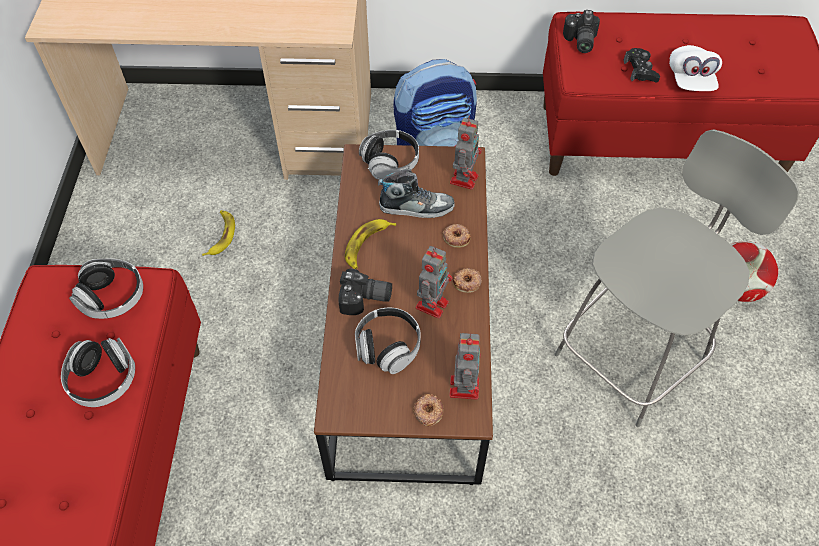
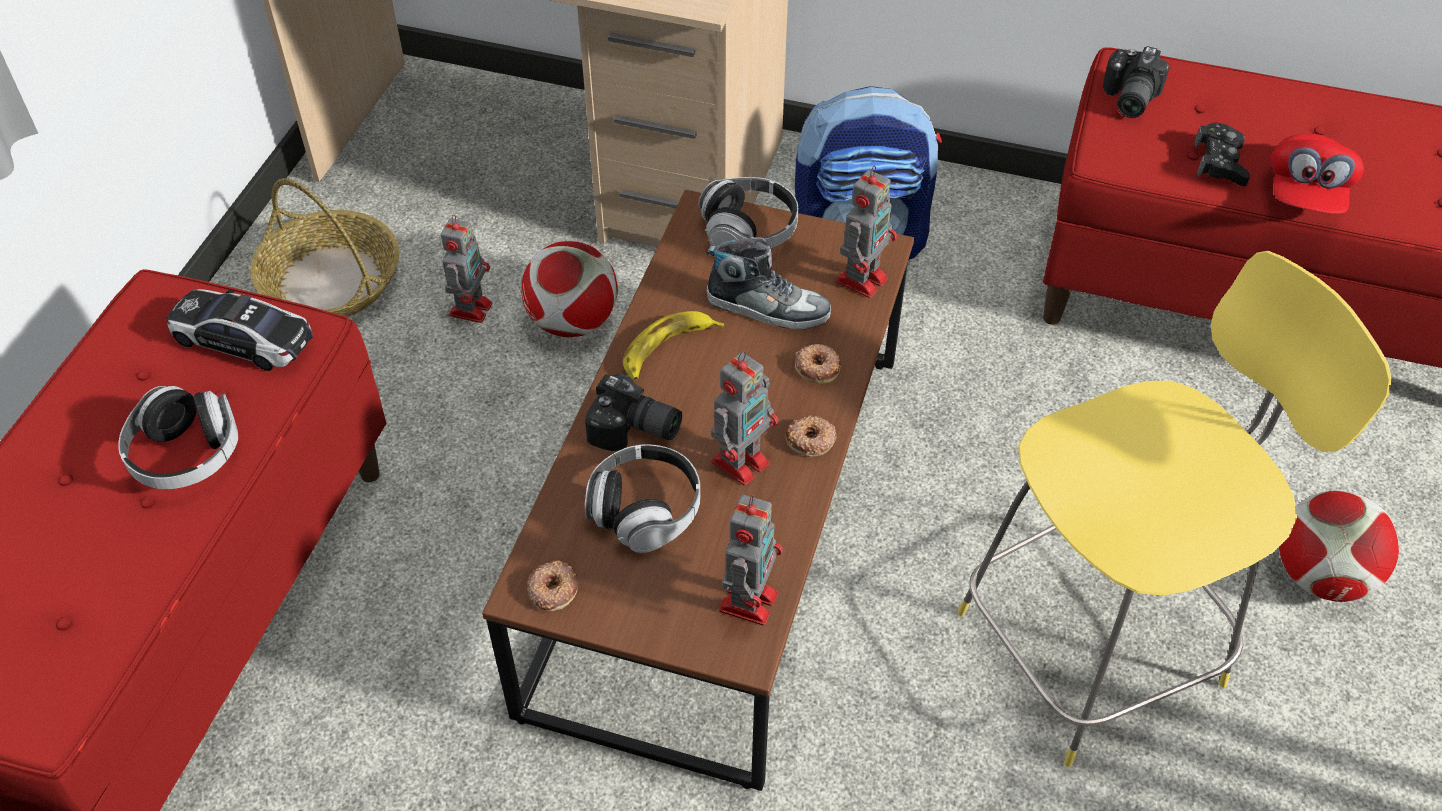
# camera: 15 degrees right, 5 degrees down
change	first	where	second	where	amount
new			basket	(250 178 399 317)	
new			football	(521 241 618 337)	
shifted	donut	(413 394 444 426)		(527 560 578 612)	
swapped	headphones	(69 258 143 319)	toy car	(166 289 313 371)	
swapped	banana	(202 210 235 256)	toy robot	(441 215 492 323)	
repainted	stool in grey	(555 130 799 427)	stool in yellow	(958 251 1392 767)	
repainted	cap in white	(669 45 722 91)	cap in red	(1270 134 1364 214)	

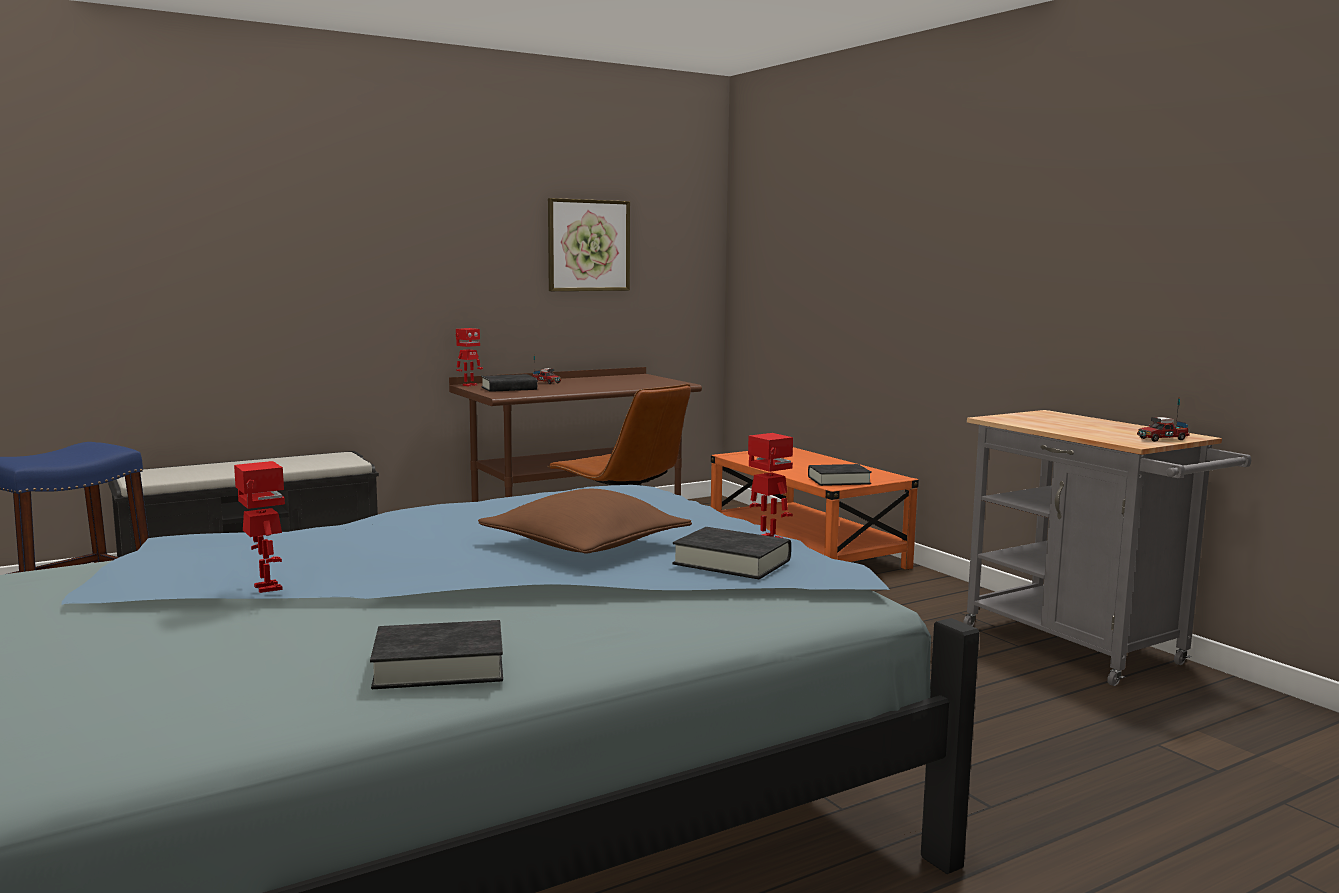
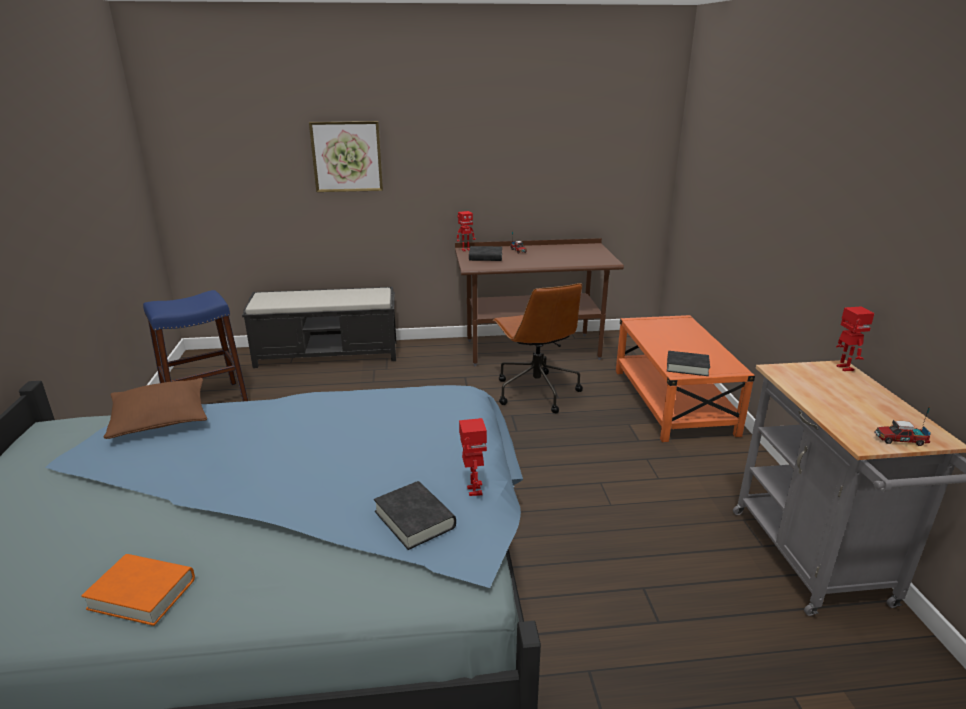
# camera: 25 degrees right, 15 degrees up
change	first	where	second	where	amount
shifted	toy robot	(234 461 285 593)		(836 307 875 371)	
shifted	pillow in brown	(478 489 692 554)		(104 378 207 439)	
shifted	picture	(548 198 630 291)		(309 121 383 192)	
repainted	book in black	(370 620 503 689)	book in orange	(81 554 195 626)	

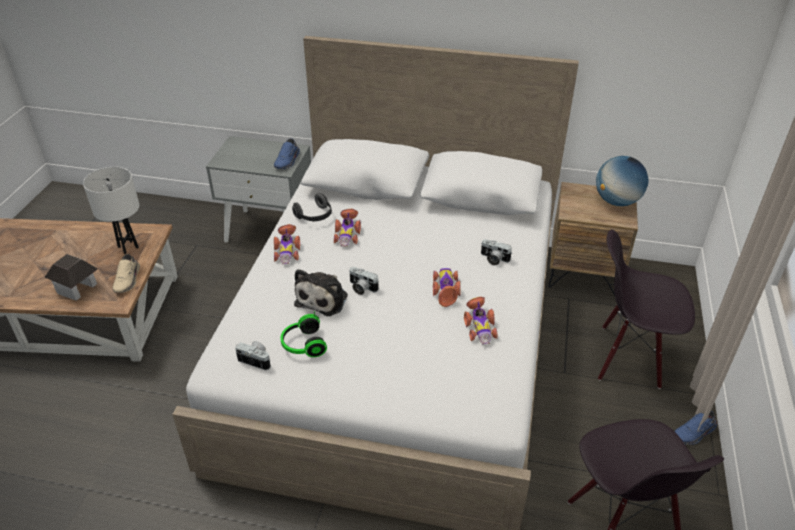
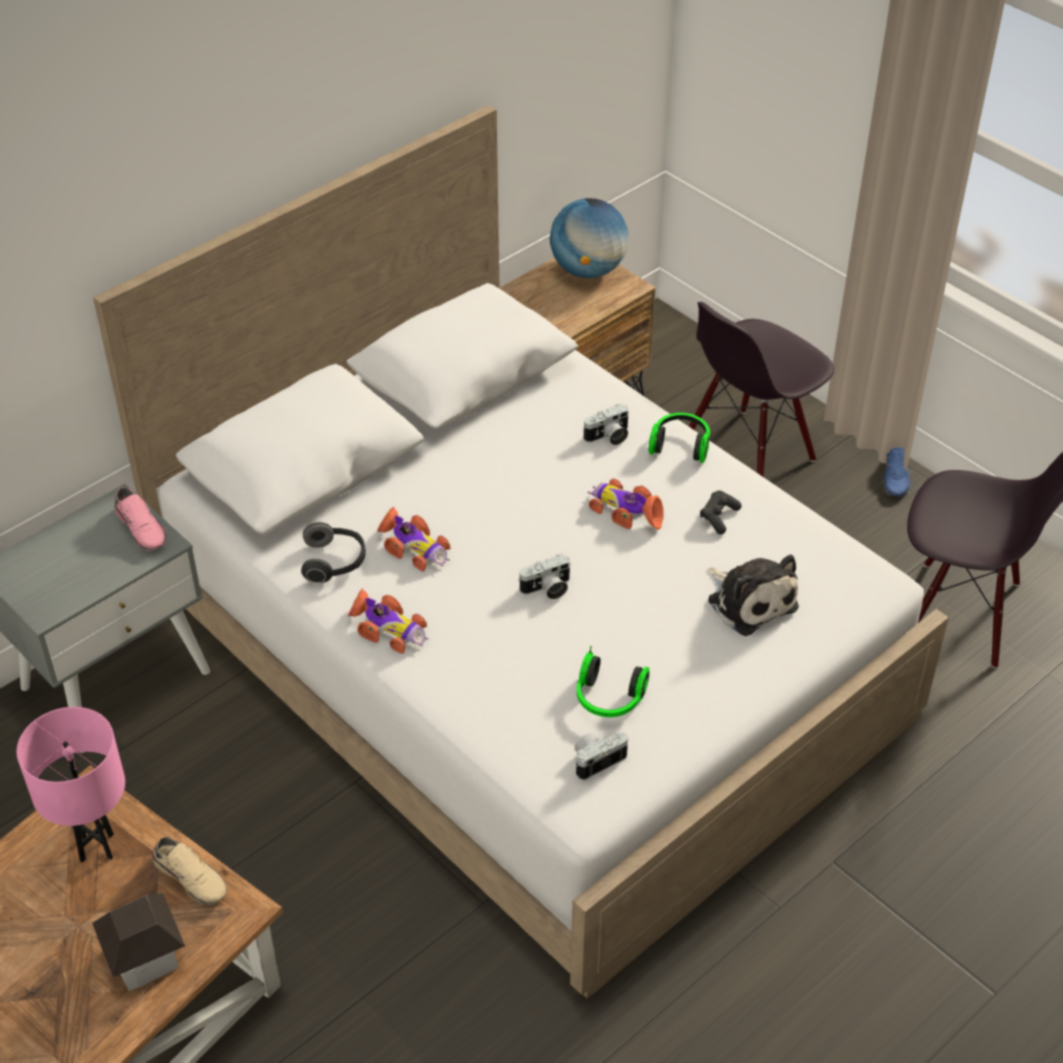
# camera: 55 degrees left, 5 degrees up
change	first	where	second	where	amount
new			headphones	(649 413 710 463)	
shifted	plush toy	(294 269 348 316)		(707 555 799 636)	
swapped	toy car	(464 296 498 345)	game controller in black	(700 490 741 534)	
repainted	table lamp in white	(83 167 139 254)	table lamp in pink	(17 707 125 863)	
repainted	shoe in blue	(274 138 300 169)	shoe in pink	(115 487 167 551)	

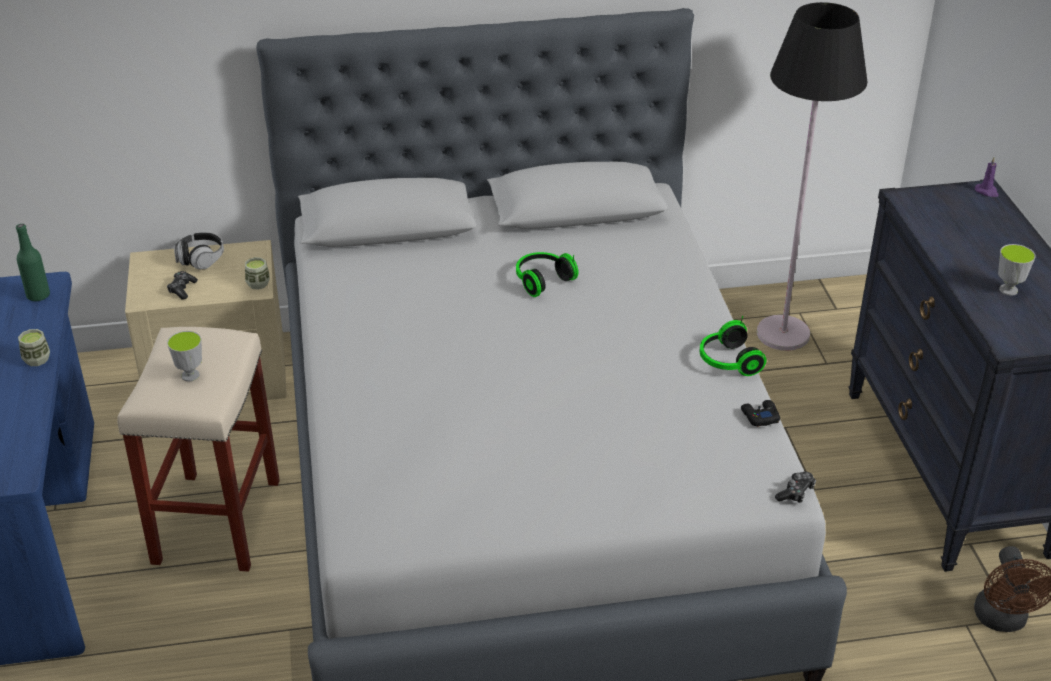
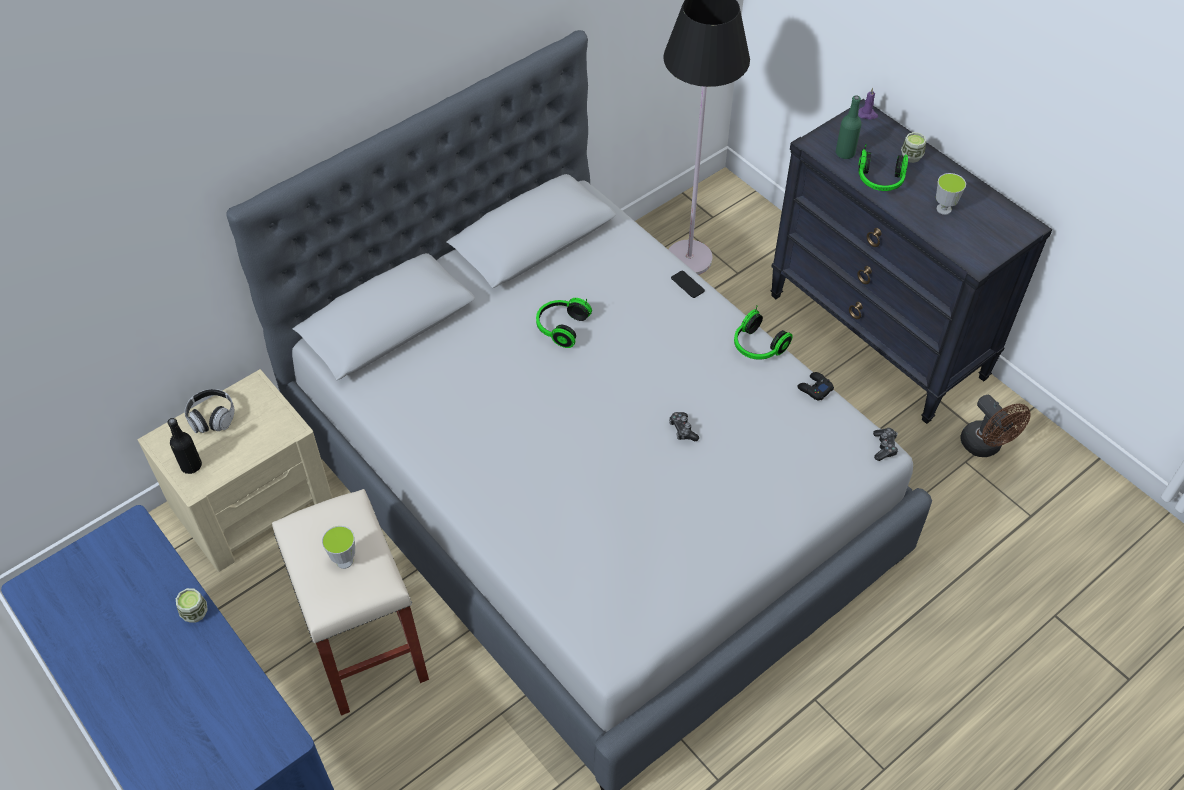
# camera: 30 degrees left, 15 degrees up
change	first	where	second	where	amount
new			bottle in black	(168 418 202 474)	
new			phone	(671 270 705 298)	
new			headphones	(858 144 908 191)	
shifted	bottle in green	(16 224 50 301)		(836 95 862 159)	
shifted	game controller	(167 271 198 299)		(669 412 699 441)	
shifted	cup	(245 257 270 290)		(901 132 926 163)	

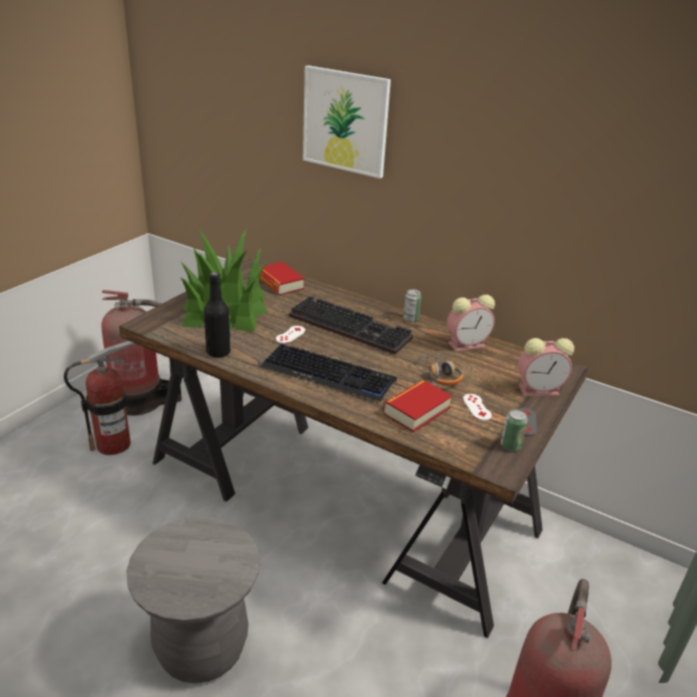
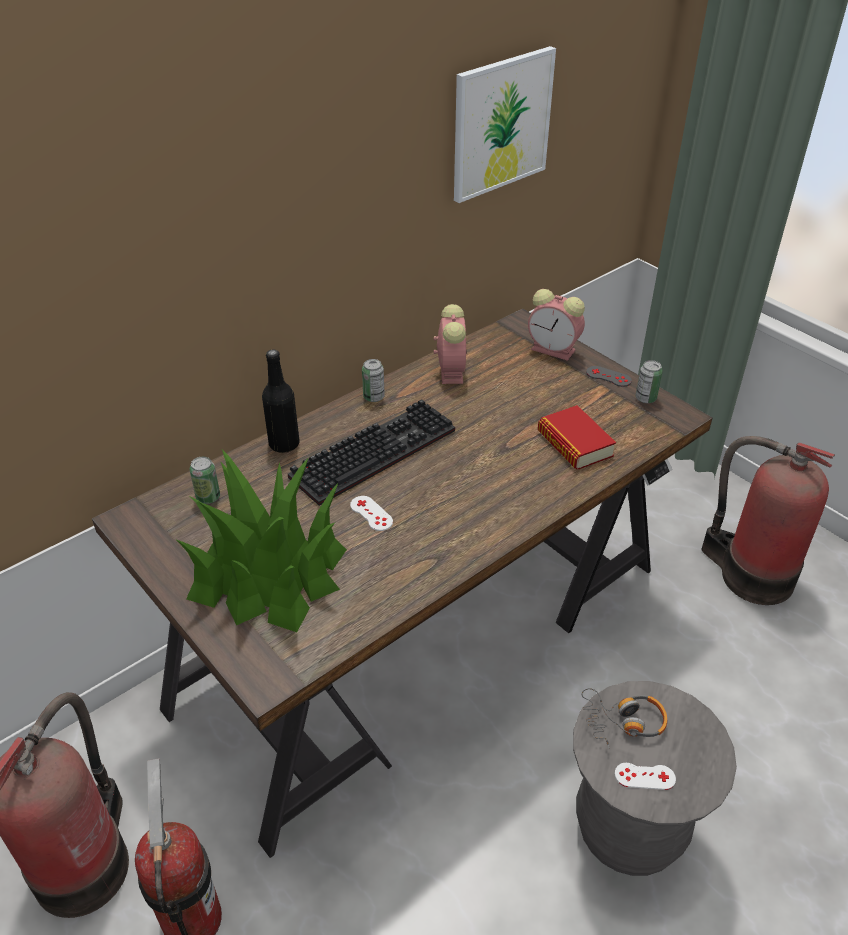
# camera: 70 degrees left, 10 degrees up
change	first	where	second	where	amount
gone	keyboard	(261 343 397 402)			
shifted	bottle in black	(204 272 231 358)		(262 349 299 453)	
shifted	picture	(303 66 391 178)		(454 46 556 203)	
shifted	headphones	(411 350 464 385)		(582 688 667 748)	
shifted	game controller in white	(463 394 492 421)		(615 763 676 790)	
swapped	book	(258 262 305 295)	can	(190 457 220 504)	
rotated	alarm clock	(518 338 574 396)		(528 289 585 361)	105 degrees clockwise

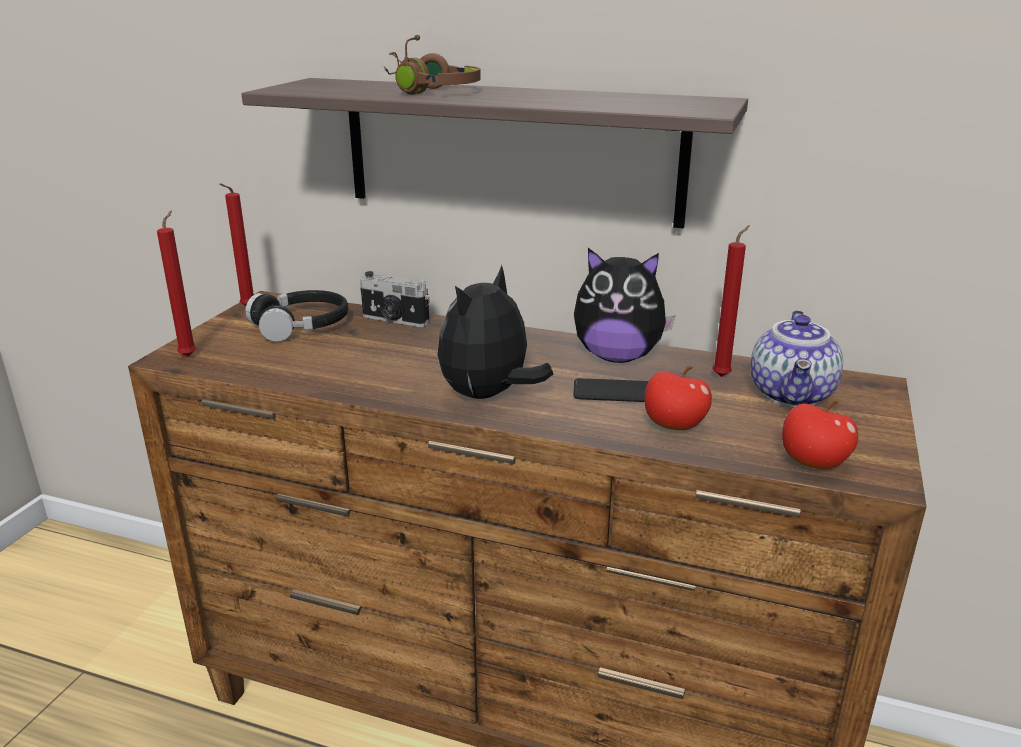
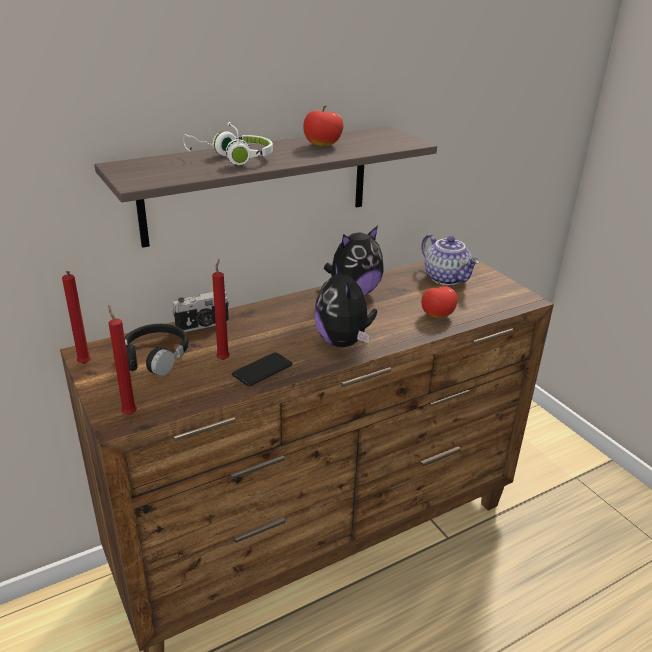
# camera: 50 degrees left, 5 degrees up
change	first	where	second	where	amount
shifted	phone	(573 378 649 402)		(232 352 293 386)	
shifted	candle in red	(713 225 750 377)		(212 259 230 360)	
shifted	apple	(782 400 858 469)		(303 105 343 146)	
repainted	headphones in brown	(384 35 481 95)	headphones in white	(183 122 273 165)	

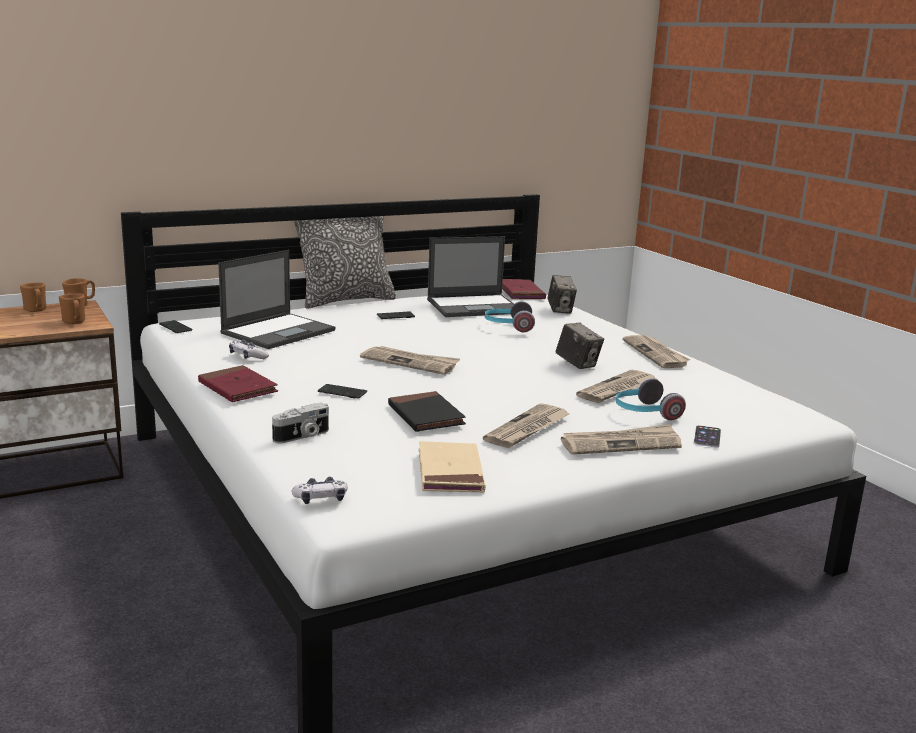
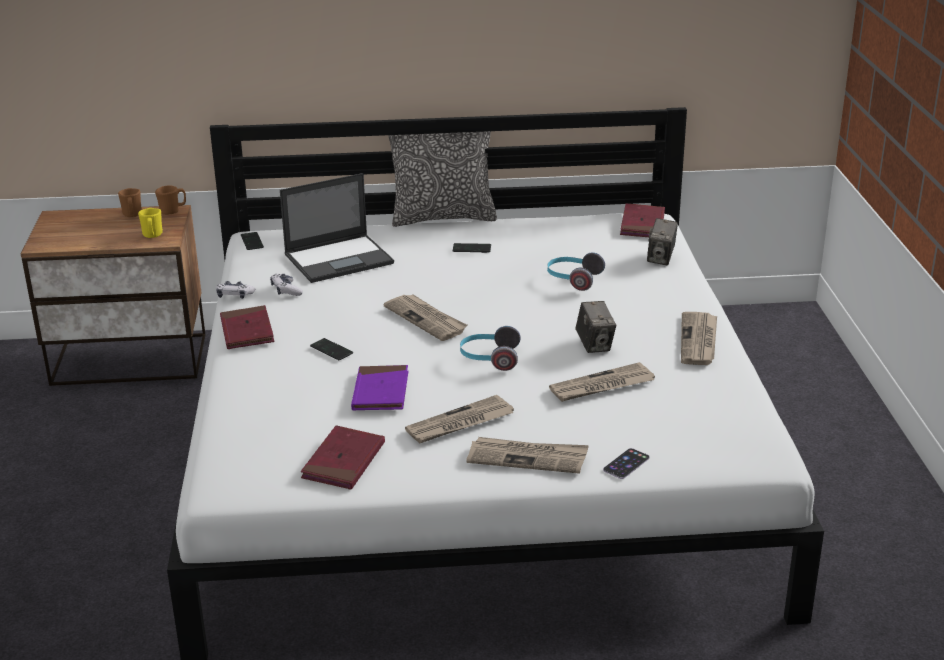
# camera: 25 degrees right, 10 degrees up
change	first	where	second	where	amount
gone	photo camera	(272 403 329 444)			
gone	laptop	(427 236 514 317)			
shifted	game controller	(292 477 348 504)		(216 281 255 299)	
shifted	headphones	(616 378 686 420)		(460 326 521 371)	
repainted	mug in brown	(59 293 85 324)	mug in yellow	(138 208 163 238)	
repainted	book in black	(388 391 466 432)	book in purple	(351 365 409 411)	
repainted	book in beige	(419 441 485 493)	book in red	(301 425 385 489)	

